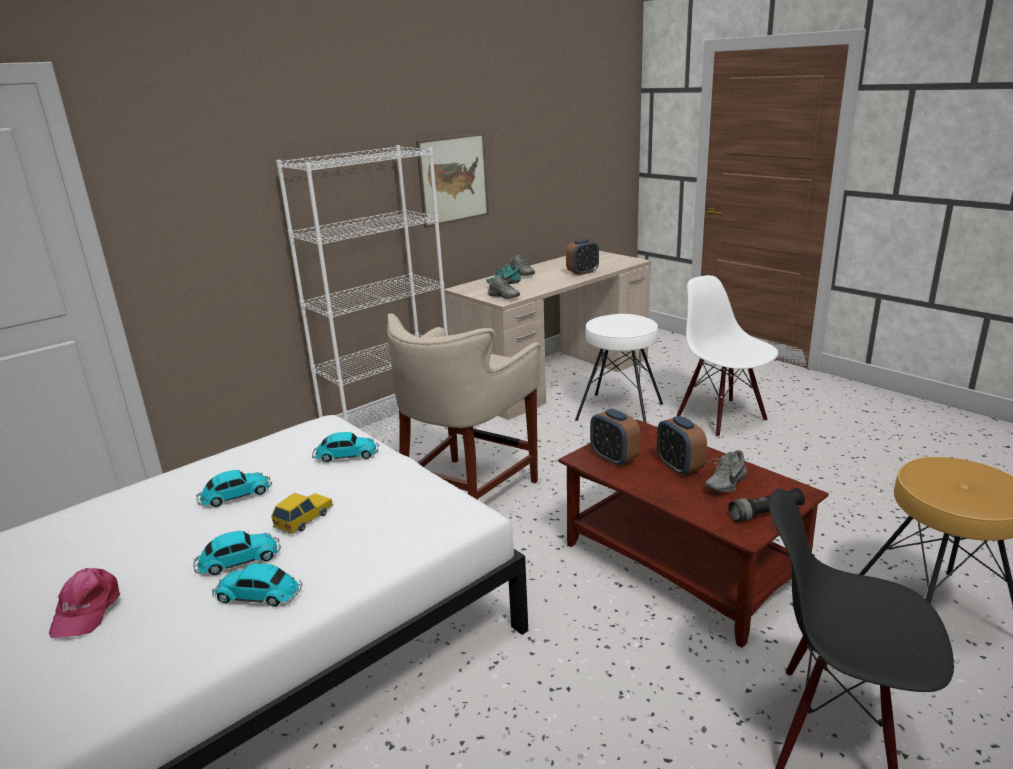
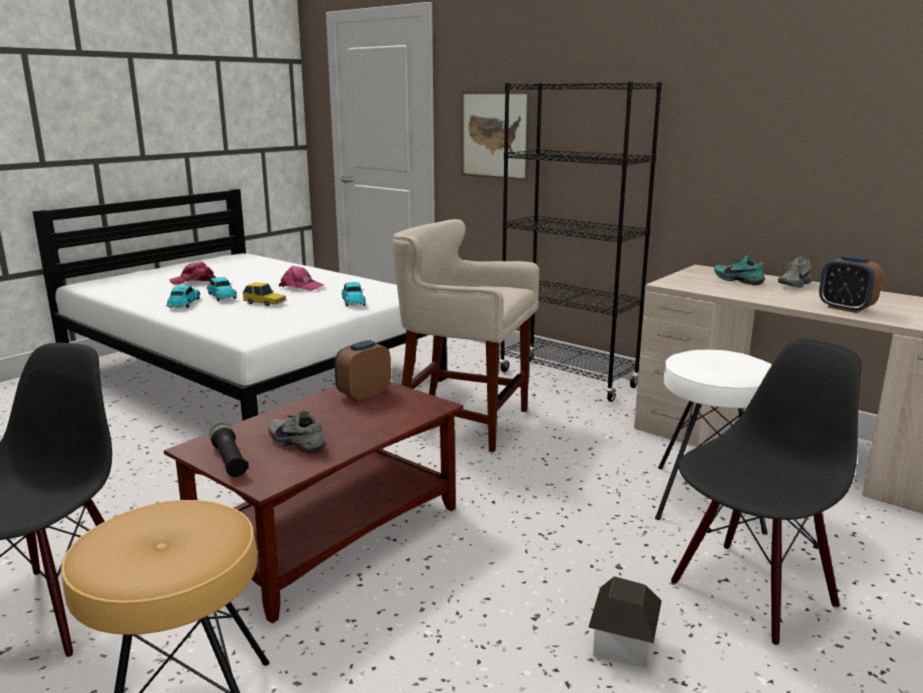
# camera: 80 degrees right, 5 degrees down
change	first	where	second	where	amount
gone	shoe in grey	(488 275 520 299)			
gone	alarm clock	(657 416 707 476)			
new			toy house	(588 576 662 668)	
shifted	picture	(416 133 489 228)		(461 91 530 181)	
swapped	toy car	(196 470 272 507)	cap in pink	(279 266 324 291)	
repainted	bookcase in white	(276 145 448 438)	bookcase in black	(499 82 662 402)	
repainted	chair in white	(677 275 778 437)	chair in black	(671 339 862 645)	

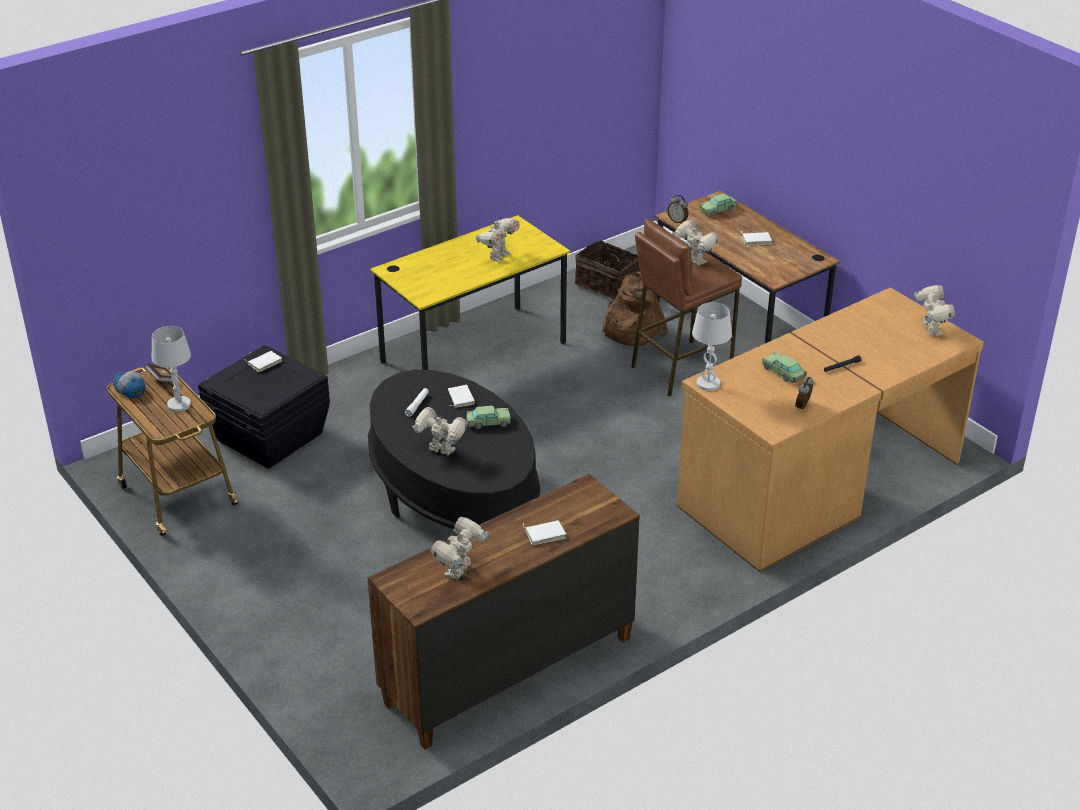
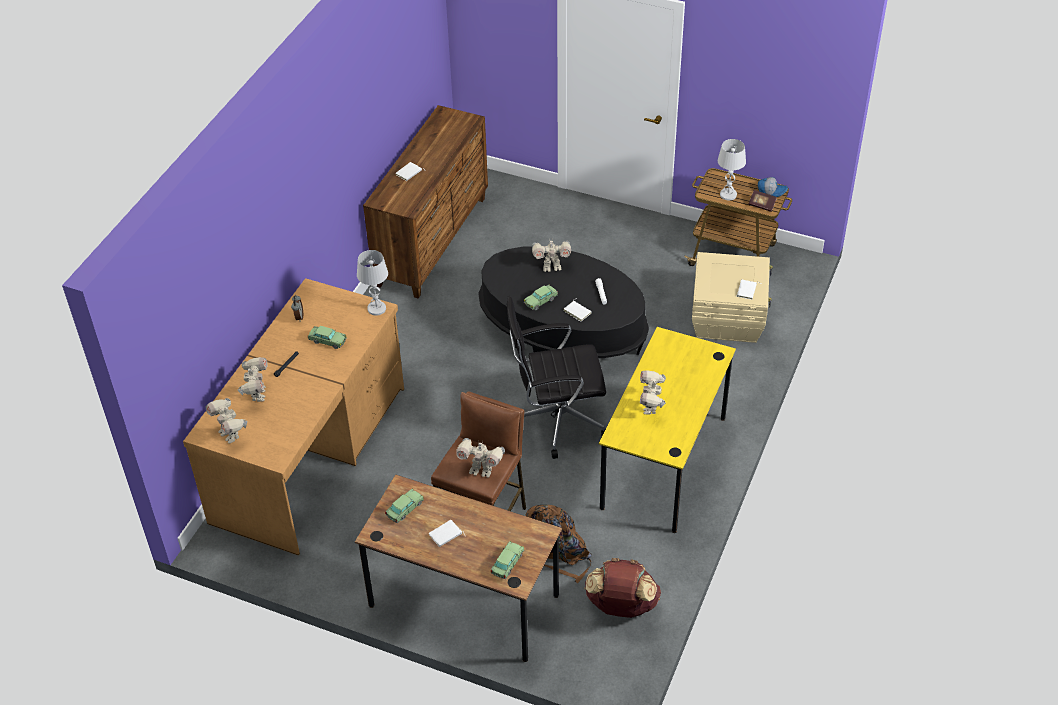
# camera: 150 degrees right, 10 degrees up
change	first	where	second	where	amount
gone	alarm clock	(668 195 688 224)			
new			toy car	(385 489 424 523)	
new			office chair in black	(507 296 606 459)	
shifted	toy robot	(430 517 488 580)		(238 357 268 402)	
swapped	basket	(575 241 640 299)	backpack in brown	(585 558 661 618)	
repainted	storage box in black	(198 345 330 469)	storage box in beige	(692 252 773 343)	

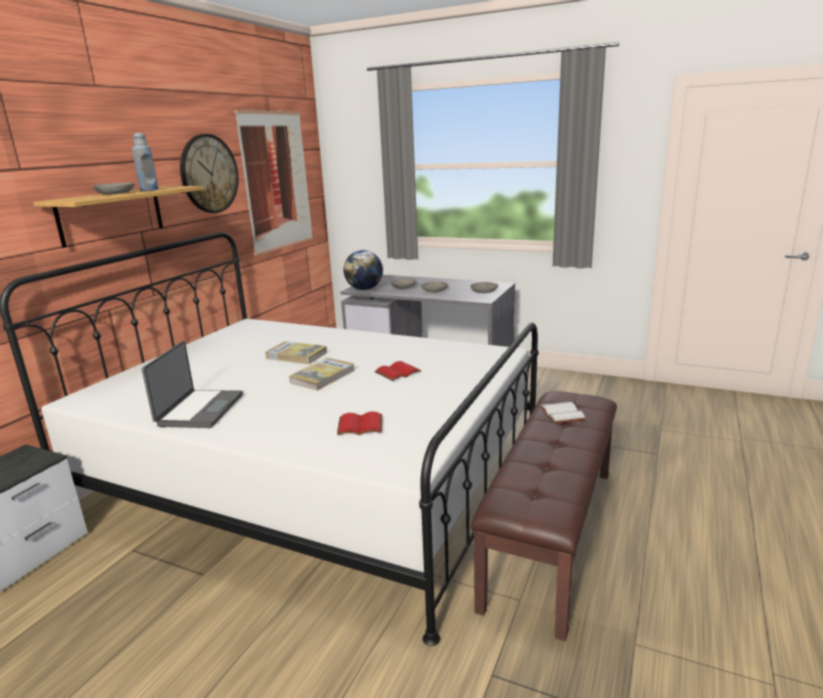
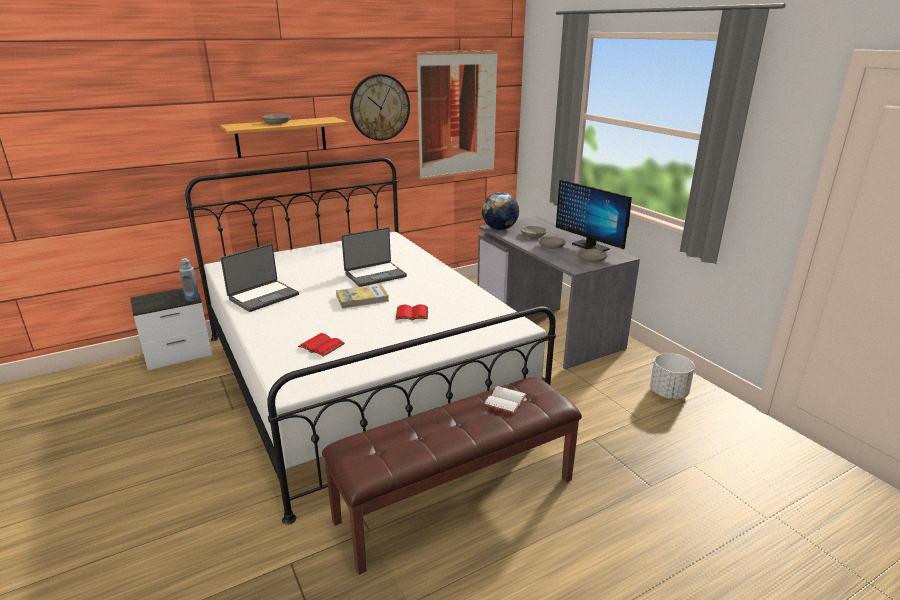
# camera: 35 degrees right, 5 degrees up
change	first	where	second	where	amount
new			monitor	(556 180 632 252)	
new			planter in white	(650 353 695 399)	
shifted	bottle in blue	(132 133 158 191)		(179 258 199 301)	
swapped	book	(265 341 327 364)	laptop	(341 227 407 287)	

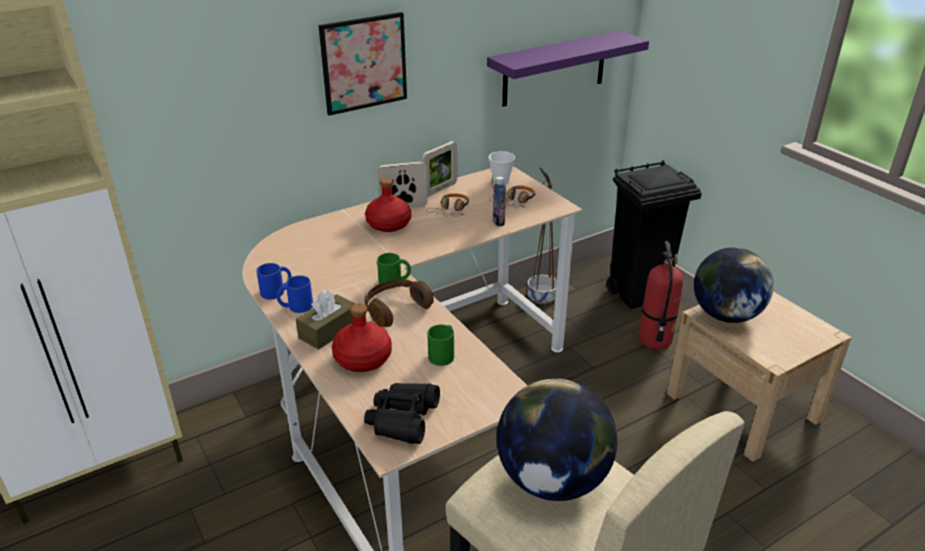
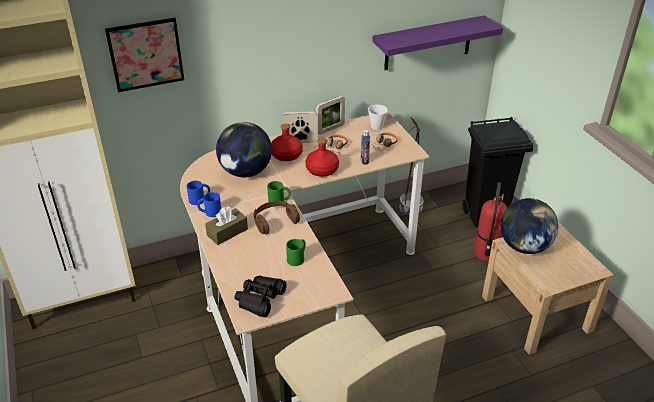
# camera: 10 degrees right, 5 degrees up
change	first	where	second	where	amount
shifted	picture	(318 12 407 116)		(105 18 184 92)	
shifted	bottle in red	(332 303 392 372)		(306 138 339 177)	
shifted	globe	(497 378 618 501)		(216 122 272 177)	

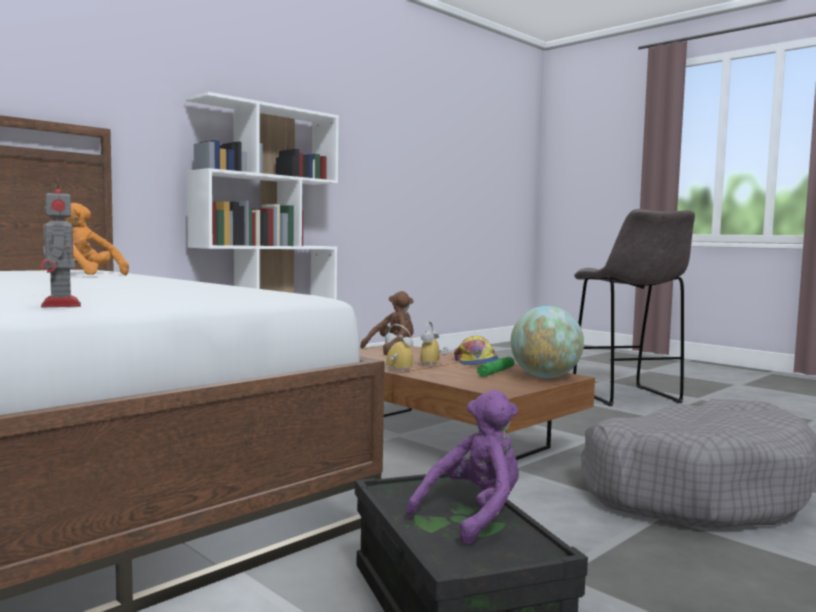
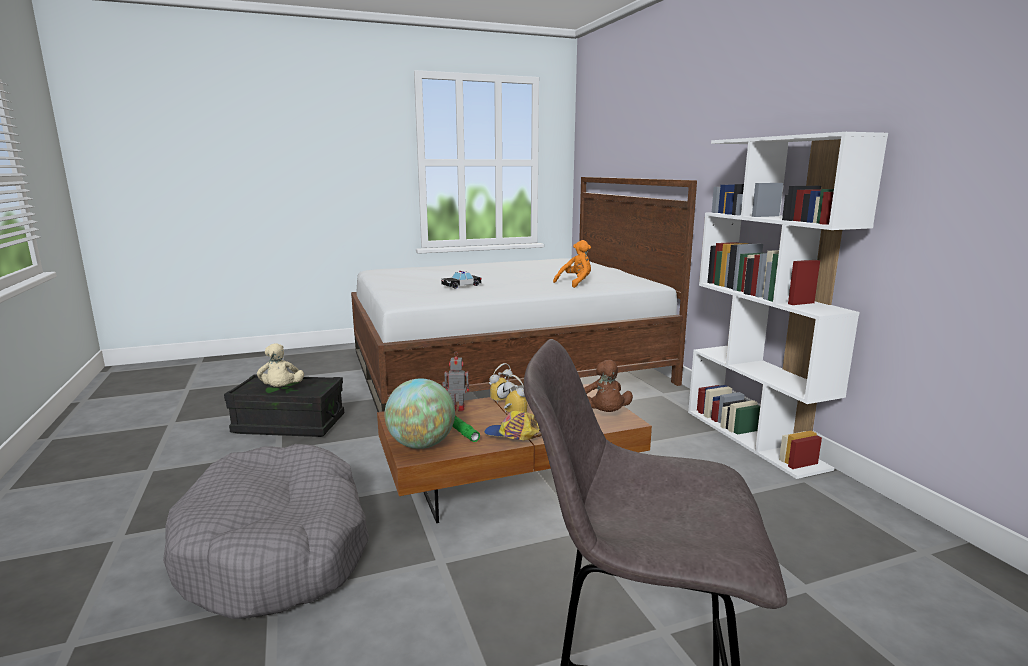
# camera: 115 degrees right, 10 degrees up
change	first	where	second	where	amount
new			toy car	(441 271 481 289)	
shifted	toy robot	(41 178 81 307)		(442 353 469 412)	
repainted	plush toy in purple	(406 390 519 545)	plush toy in beige	(257 343 304 387)	

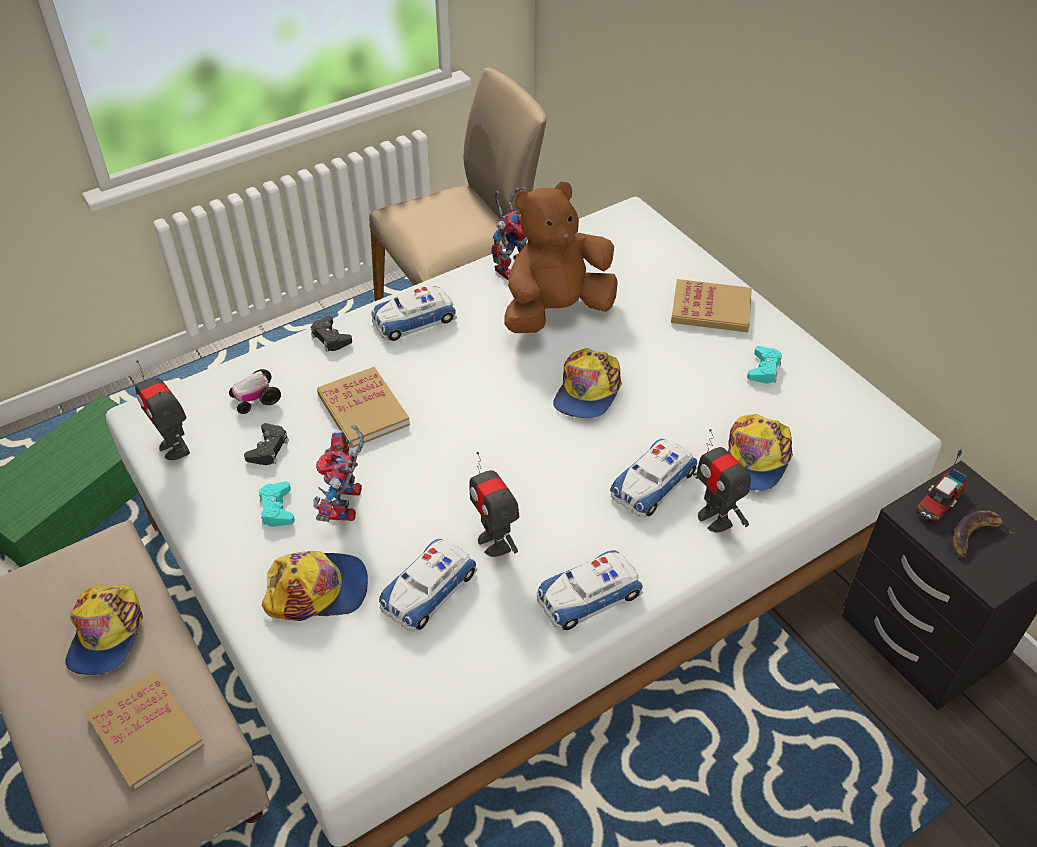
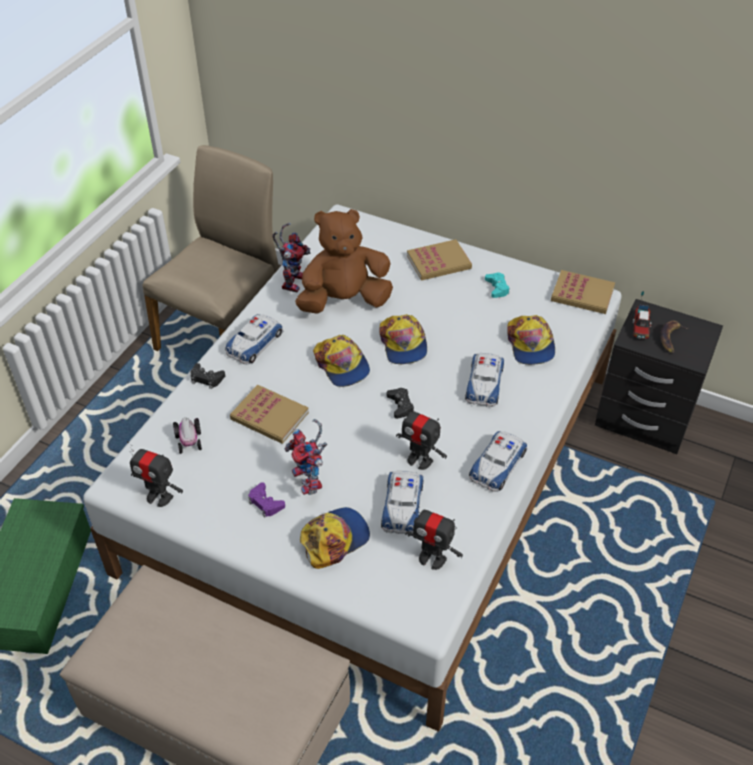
# camera: 30 degrees left, 0 degrees up
change	first	where	second	where	amount
shifted	cap	(65 584 143 675)		(313 335 370 387)	
shifted	book	(86 670 205 792)		(551 270 615 314)	
shifted	game controller in black	(244 423 289 465)		(387 388 414 419)	
shifted	toy robot	(693 429 751 532)		(405 502 463 570)	
repainted	game controller in turquoise	(259 481 295 527)	game controller in purple	(248 482 285 517)	
rotated	toy car	(229 369 281 414)		(173 418 202 454)	45 degrees counterclockwise
rotated	plush toy in brown	(504 182 618 333)		(295 209 393 314)	45 degrees clockwise

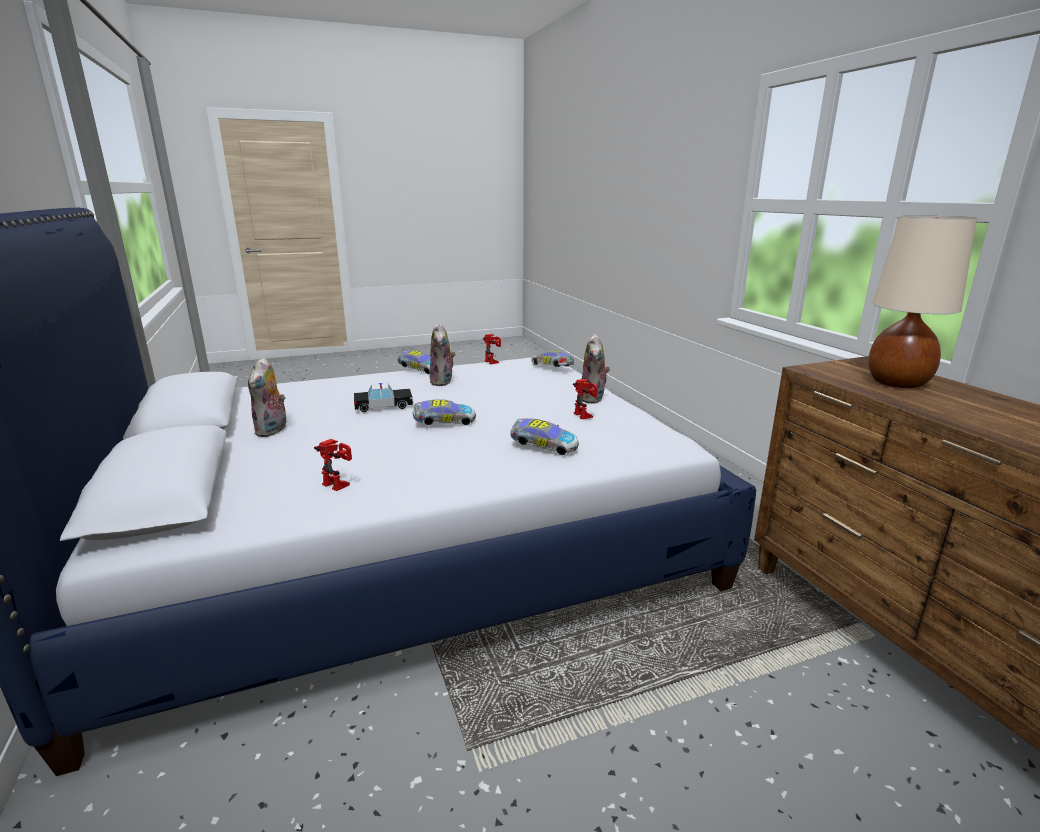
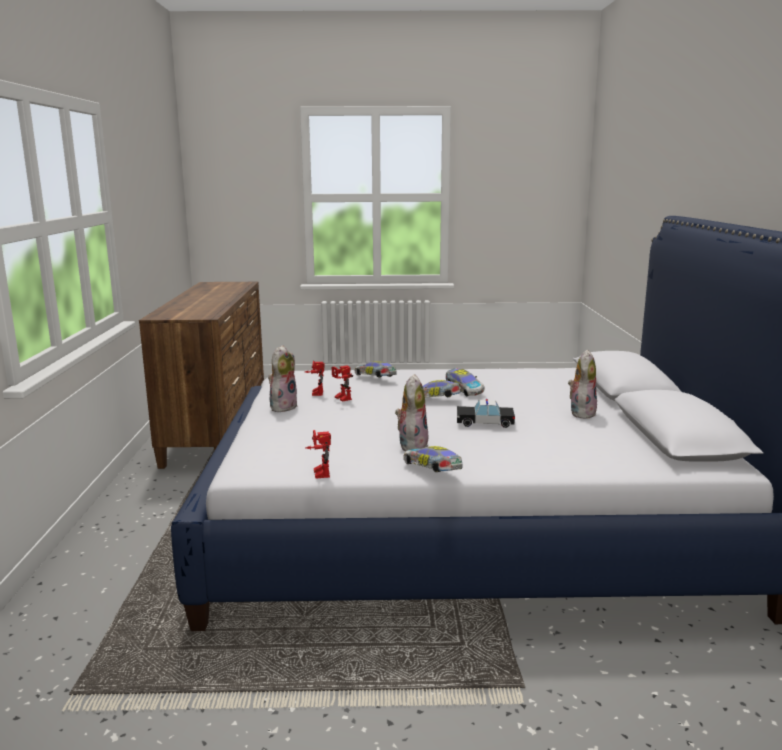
# camera: 160 degrees left, 5 degrees down
change	first	where	second	where	amount
gone	table lamp in beige	(868 216 977 388)			
shifted	toy robot	(314 439 352 491)		(332 365 353 402)	
shifted	toy car	(532 351 574 367)		(446 368 485 396)	

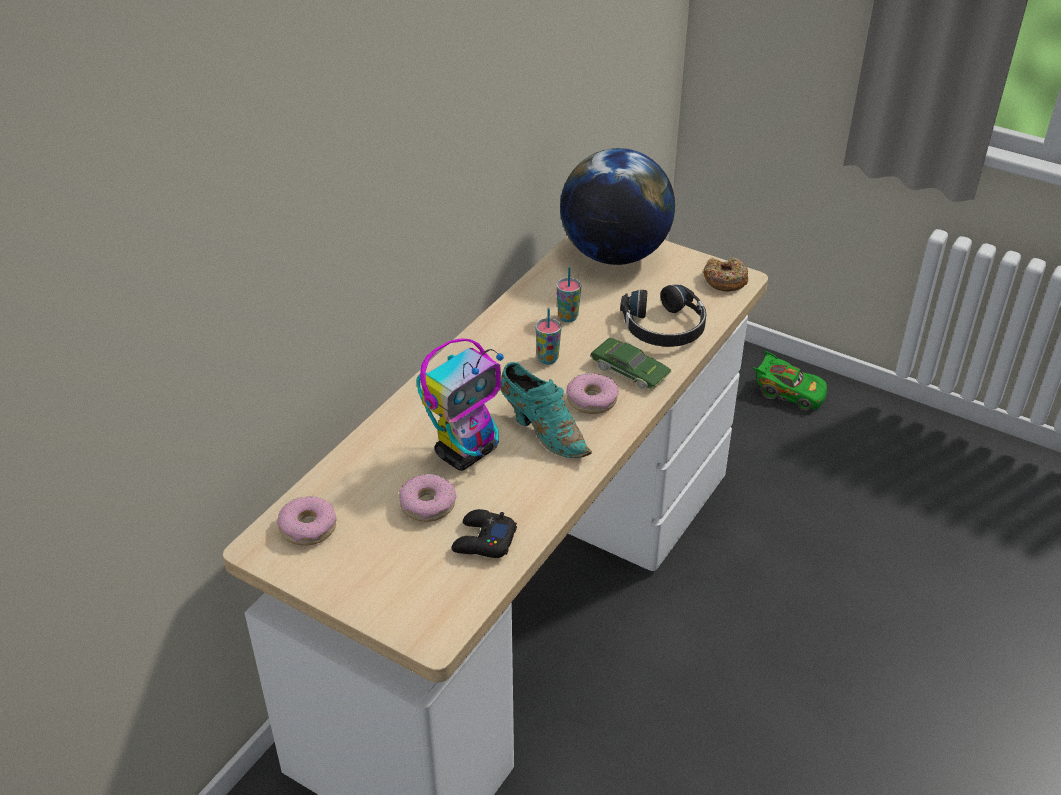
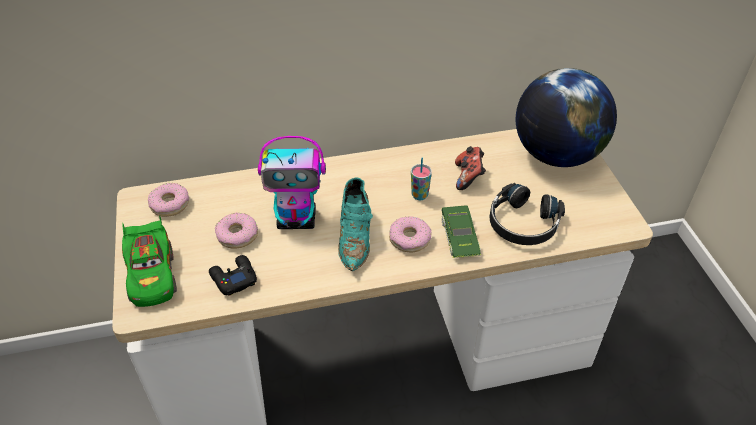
# camera: 45 degrees right, 5 degrees up
change	first	where	second	where	amount
gone	donut	(703 257 748 291)			
shifted	toy car in green	(753 351 827 411)		(122 216 177 307)	
swapped	cup	(556 267 581 322)	game controller	(455 146 486 190)	

